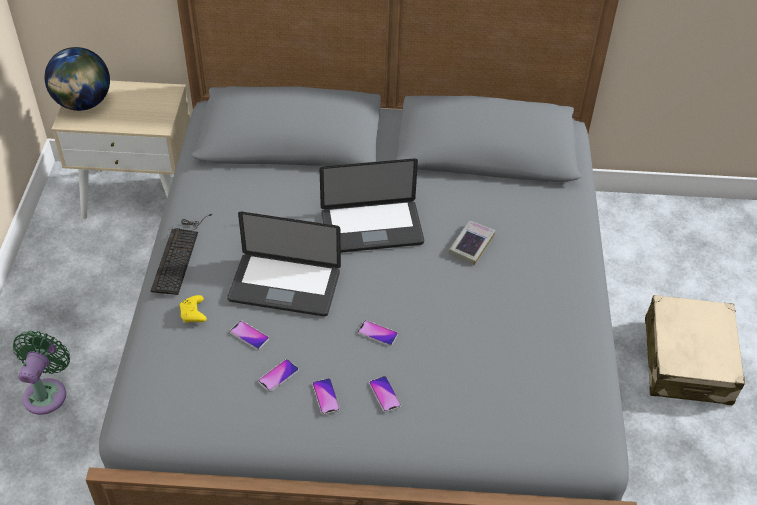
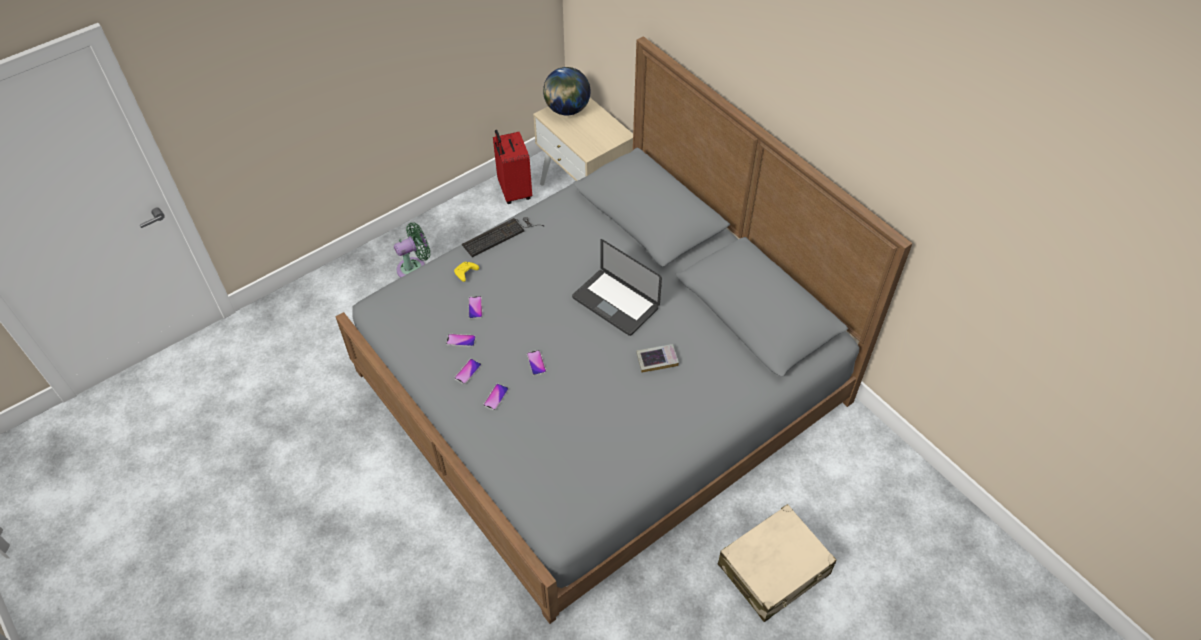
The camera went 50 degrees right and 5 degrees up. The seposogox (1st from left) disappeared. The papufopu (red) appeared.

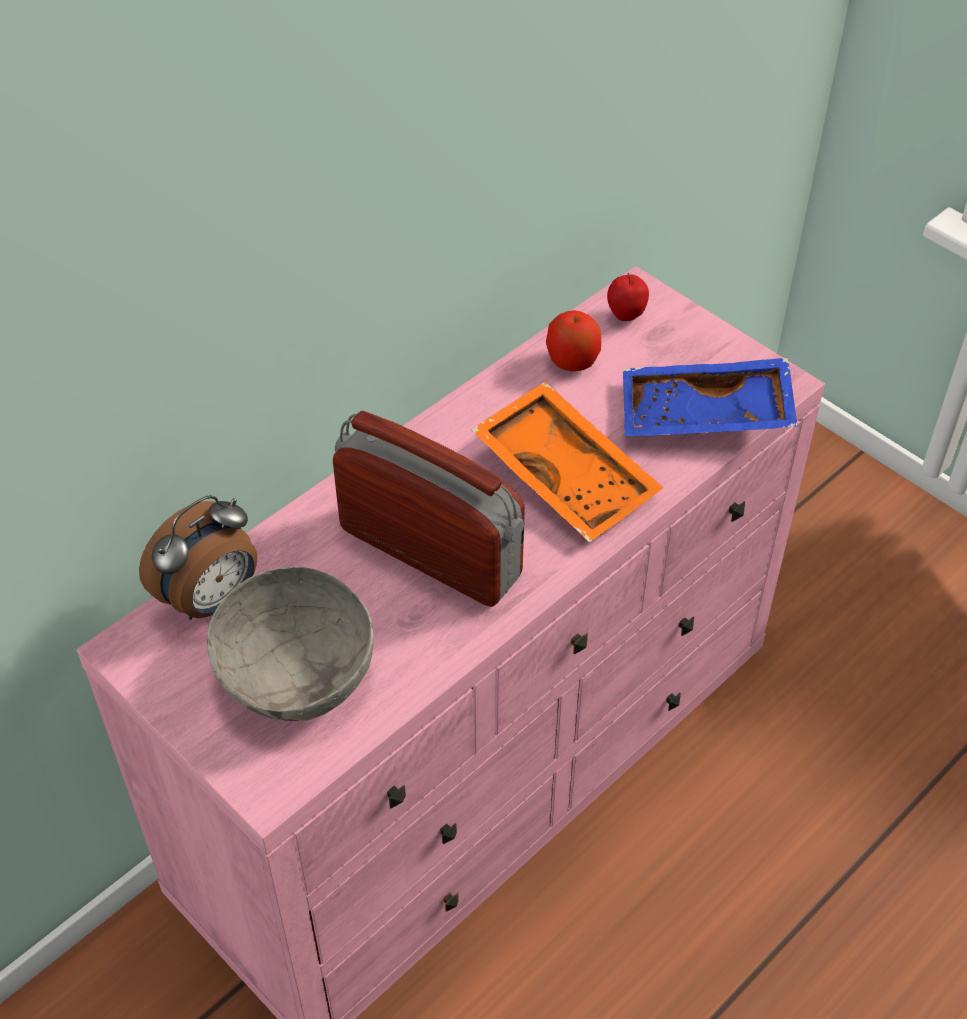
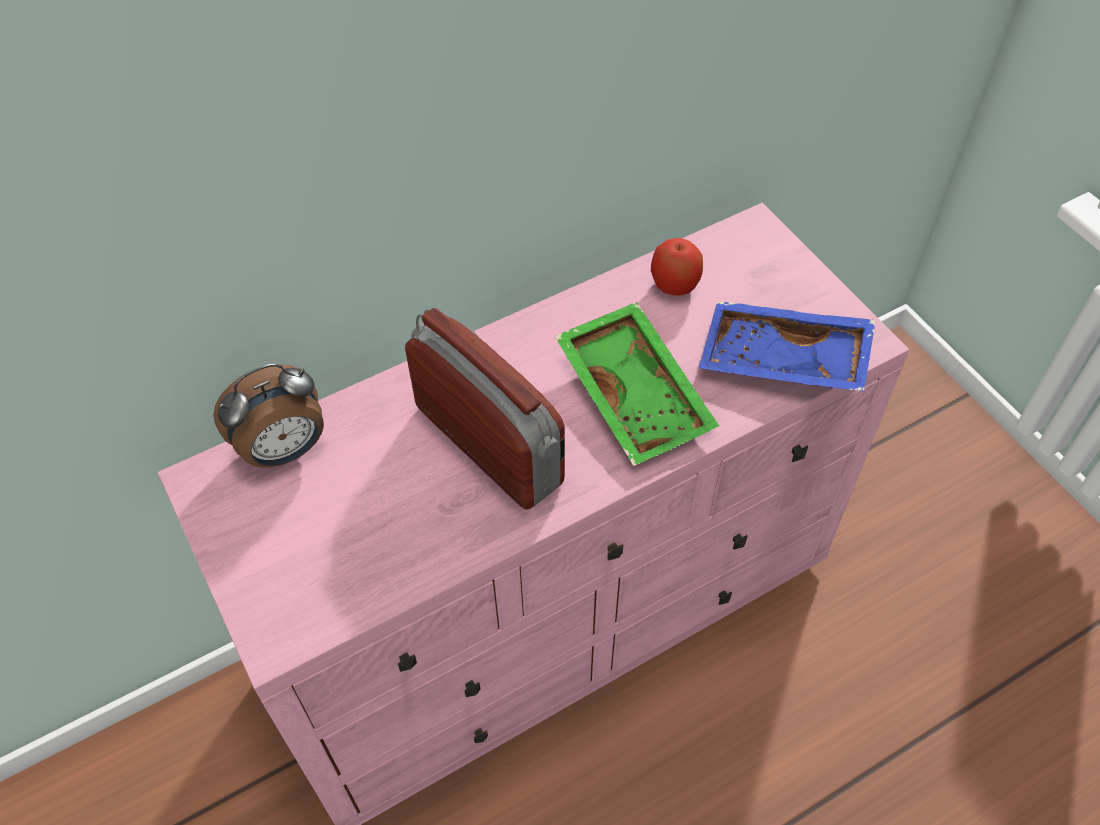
The camera went 15 degrees right and 5 degrees up. The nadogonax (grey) disappeared. The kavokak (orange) became the kavokak (green). The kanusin (2nd from left) disappeared.

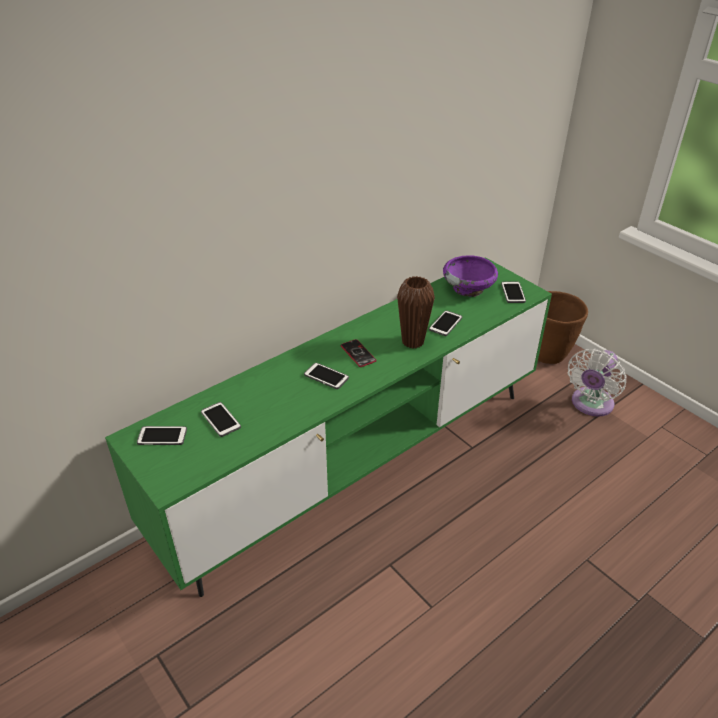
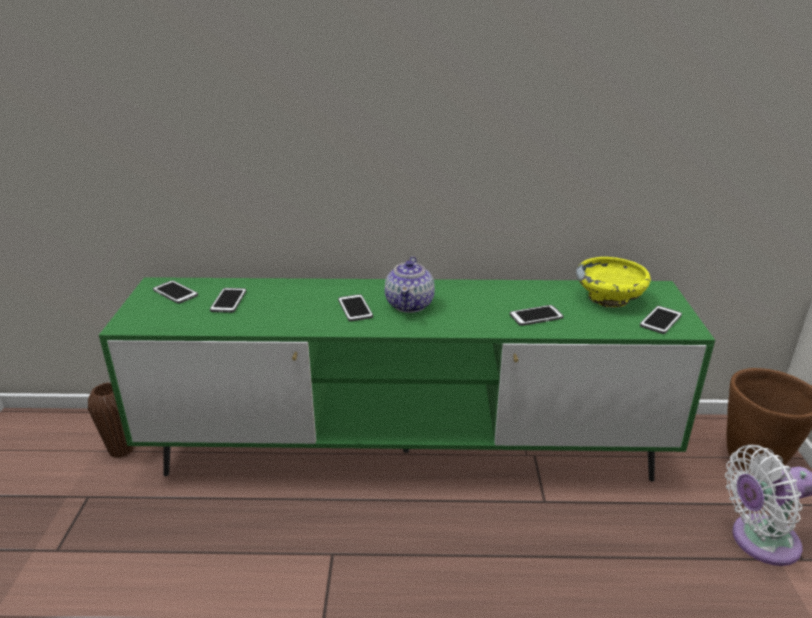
The camera went 40 degrees right and 10 degrees down. The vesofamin (4th from left) was replaced by the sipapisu. The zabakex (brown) moved. The nadogonax (purple) became the nadogonax (yellow).

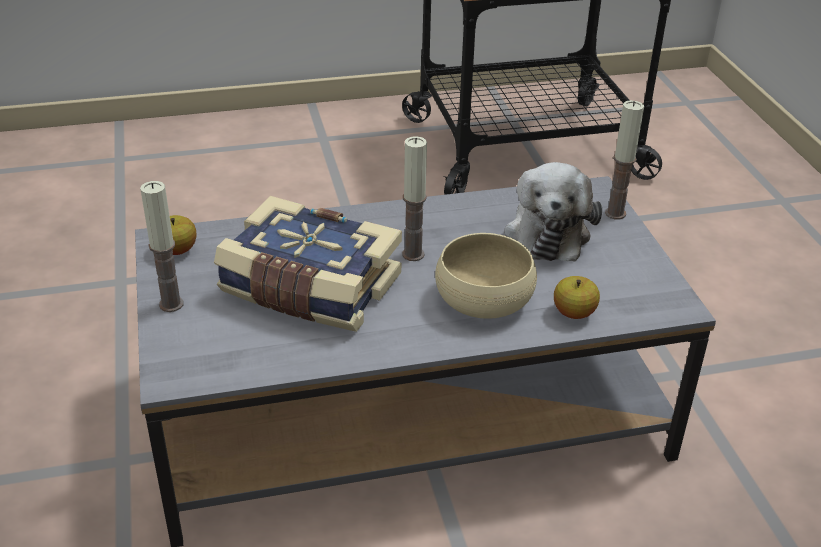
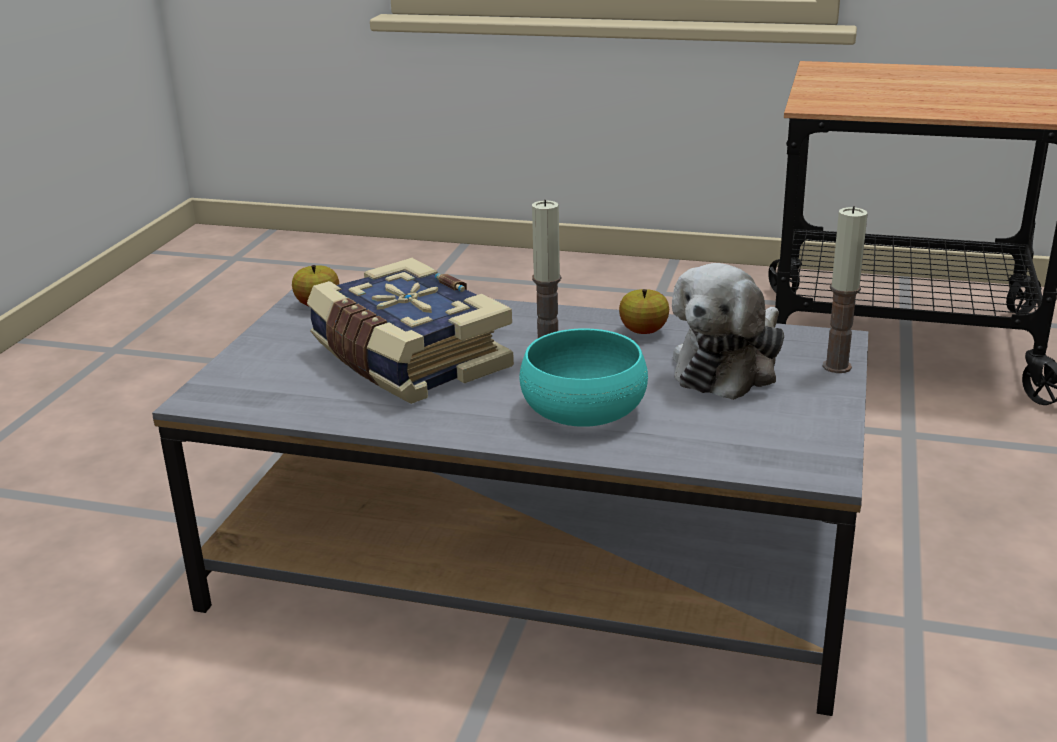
The camera went 30 degrees right and 10 degrees down. The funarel (1st from left) disappeared. The nadogonax (beige) became the nadogonax (turquoise). The kanusin (2nd from left) moved.

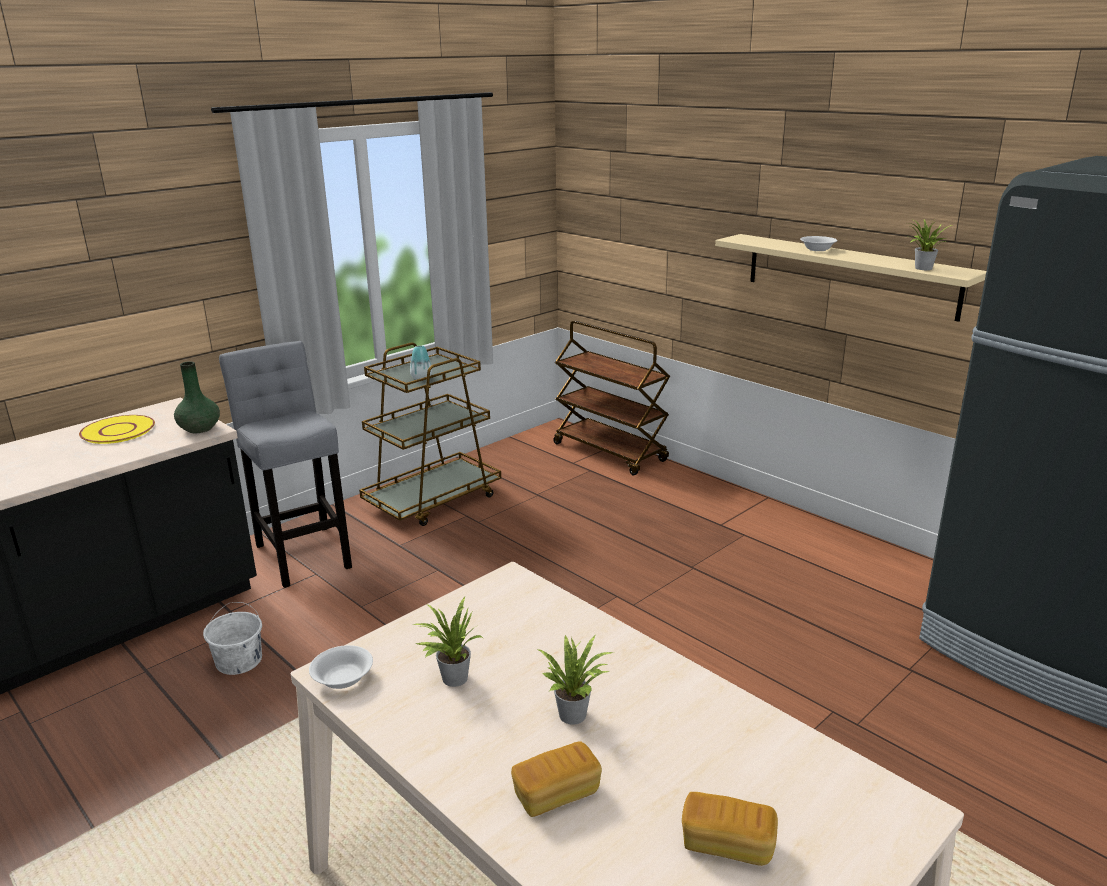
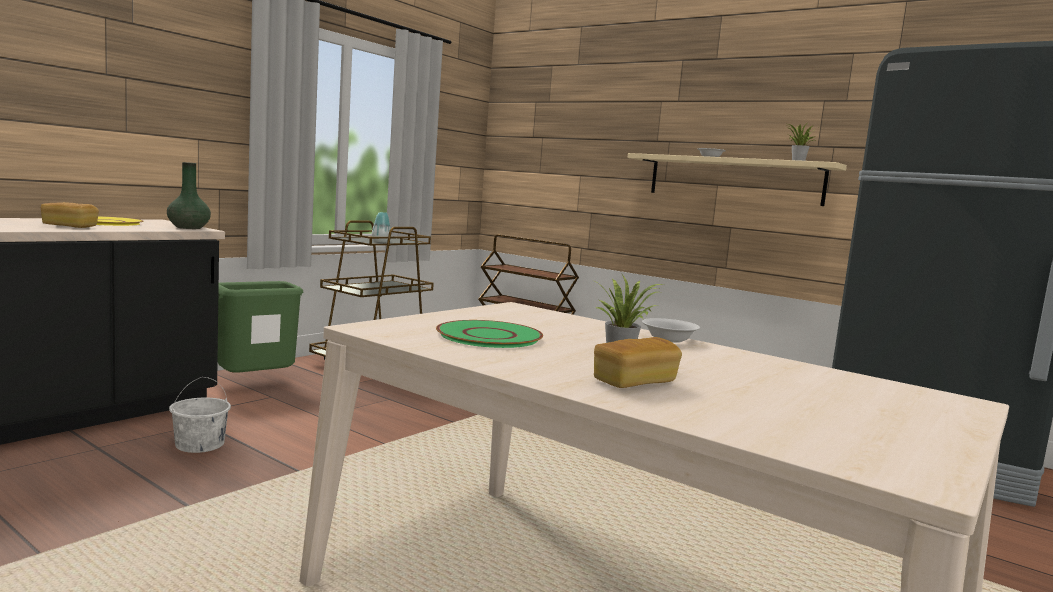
The camera went 10 degrees left and 15 degrees down. The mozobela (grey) was replaced by the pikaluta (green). The nadogonax (white) (1st from left) moved. The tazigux (1st from left) was replaced by the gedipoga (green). The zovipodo (2nd from left in the first image) moved.

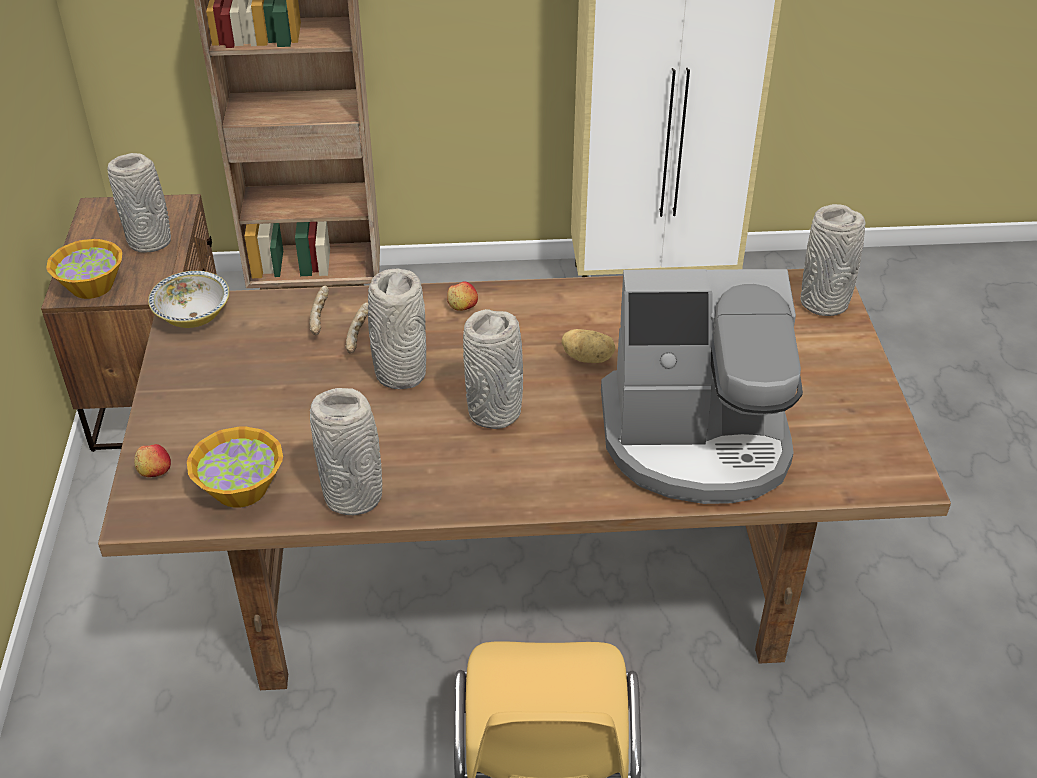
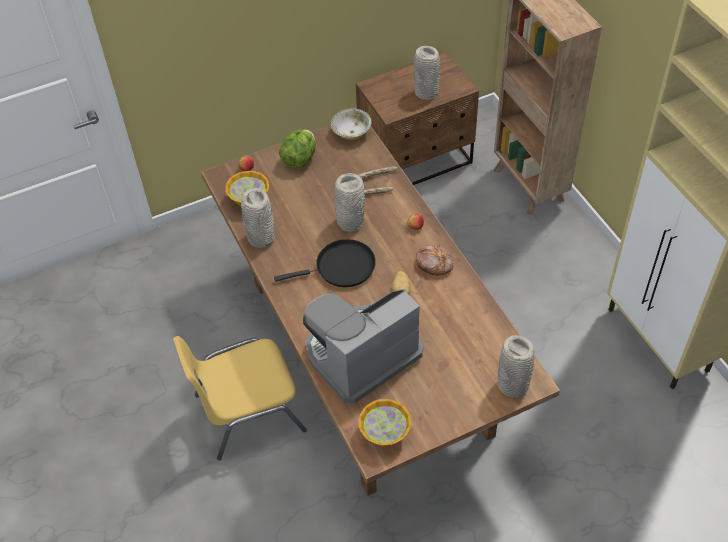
The camera went 70 degrees right and 10 degrees up. The nadogonax (1st from left in the first image) moved. The zabakex (grey) (4th from left) was replaced by the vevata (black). The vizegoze turned 75 degrees clockwise. The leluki appeared. The zovipodo (3rd from left) appeared.

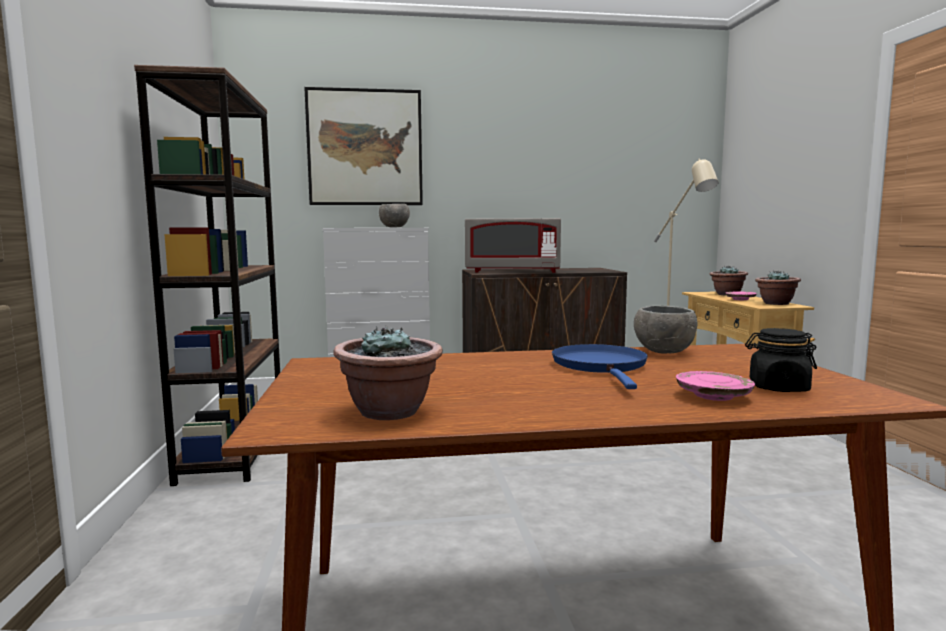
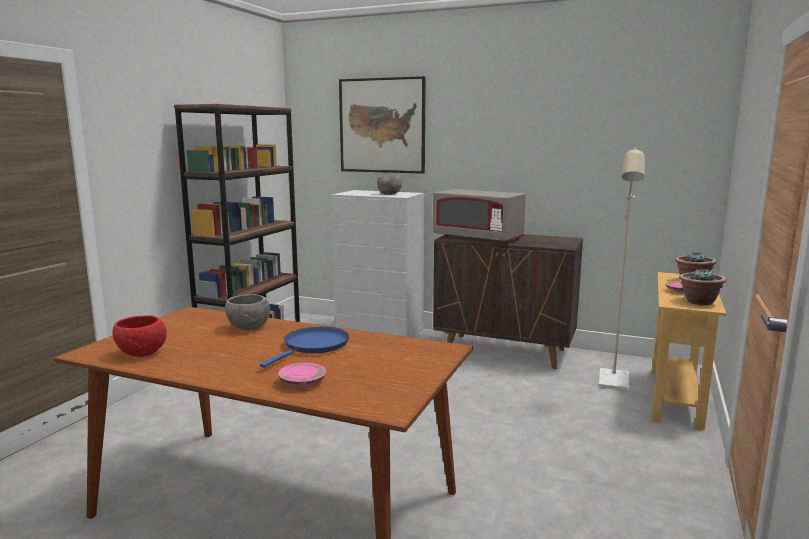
The camera went 30 degrees right and 5 degrees up. The tazigux (1st from left) was replaced by the nadogonax (red). The nadogonax (grey) (2nd from left in the first image) moved. The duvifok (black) disappeared.

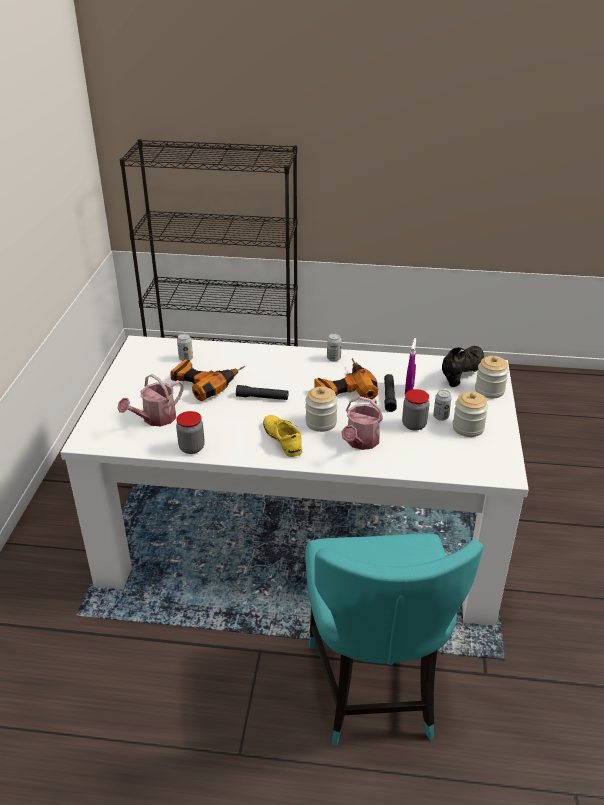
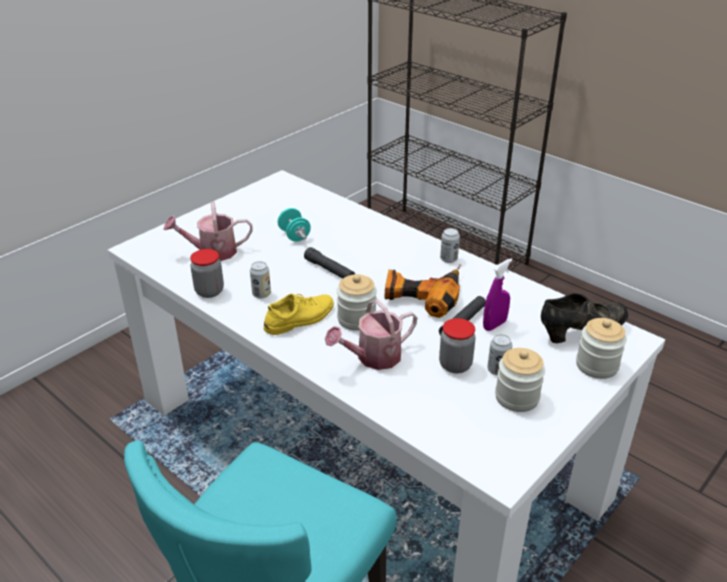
The camera went 35 degrees right and 0 degrees up. The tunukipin (1st from left) was replaced by the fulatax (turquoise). The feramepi (1st from left) moved. The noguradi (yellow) turned 45 degrees clockwise.

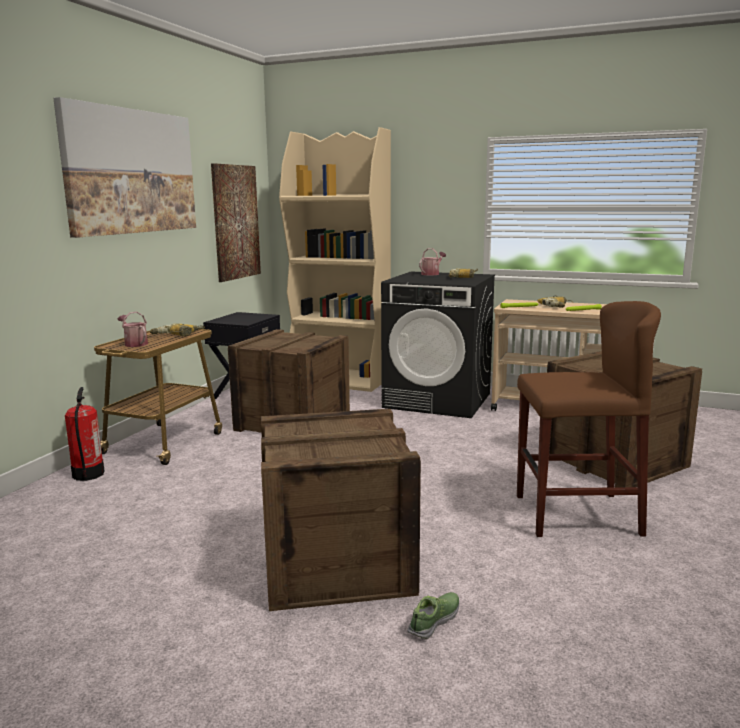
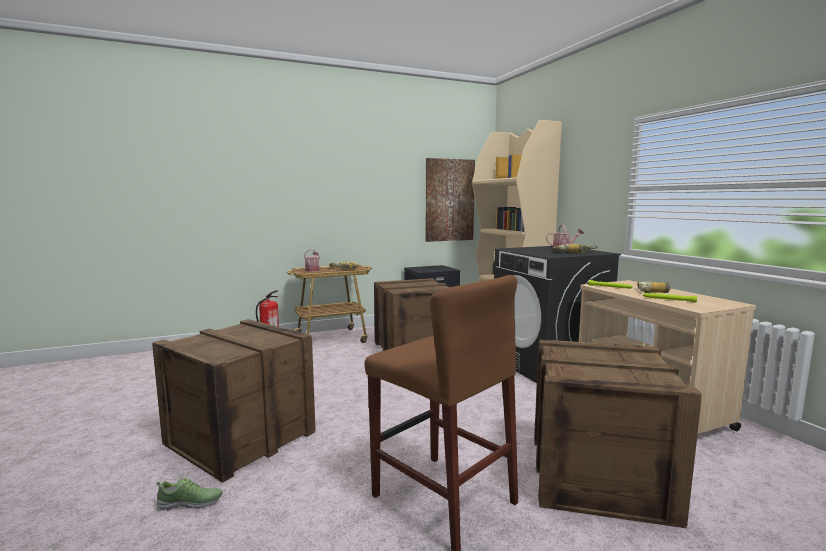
The camera went 45 degrees right and 5 degrees down. The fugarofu (1st from left) disappeared.

